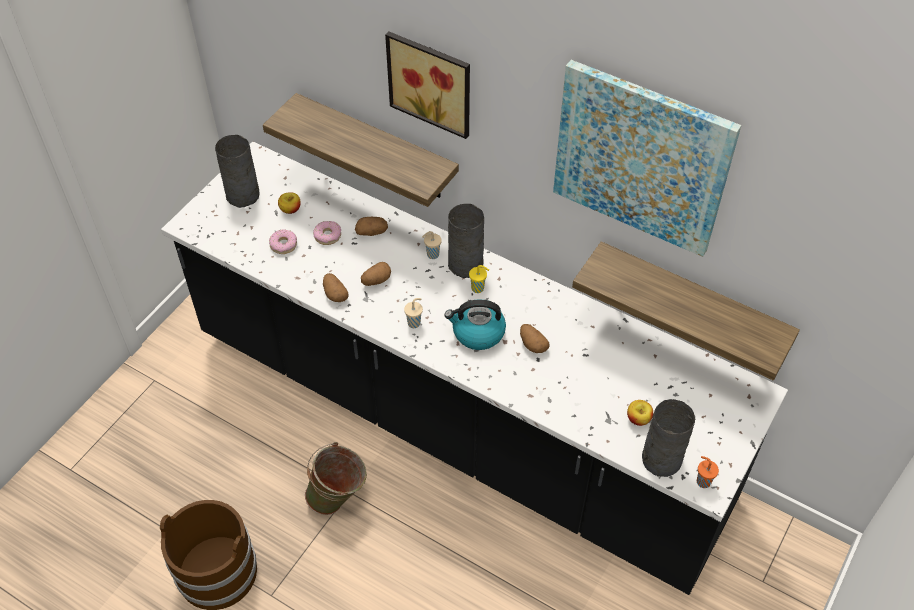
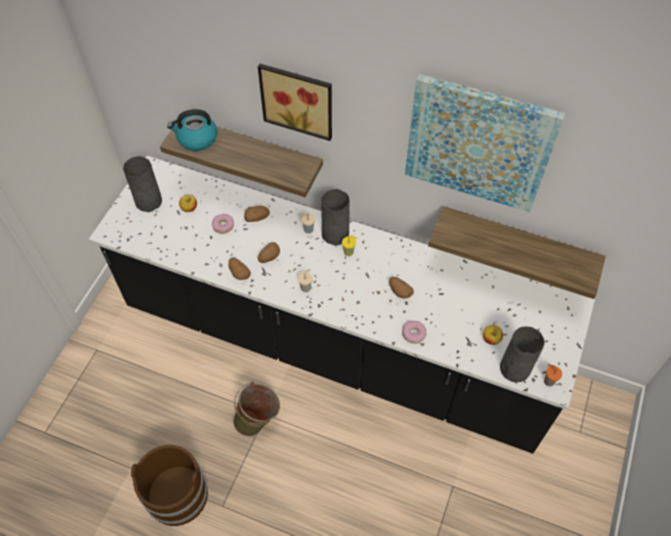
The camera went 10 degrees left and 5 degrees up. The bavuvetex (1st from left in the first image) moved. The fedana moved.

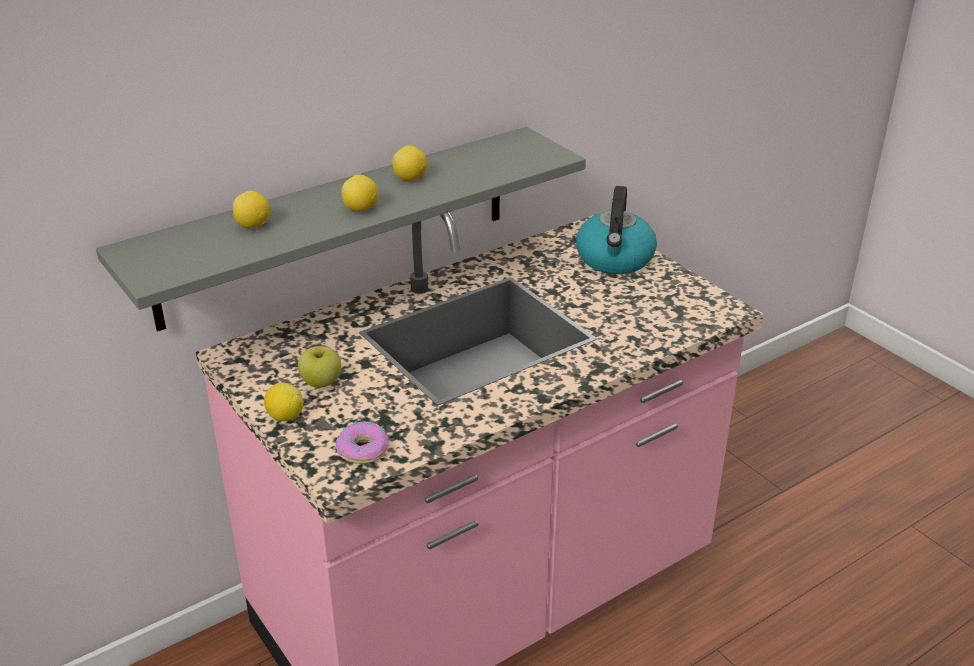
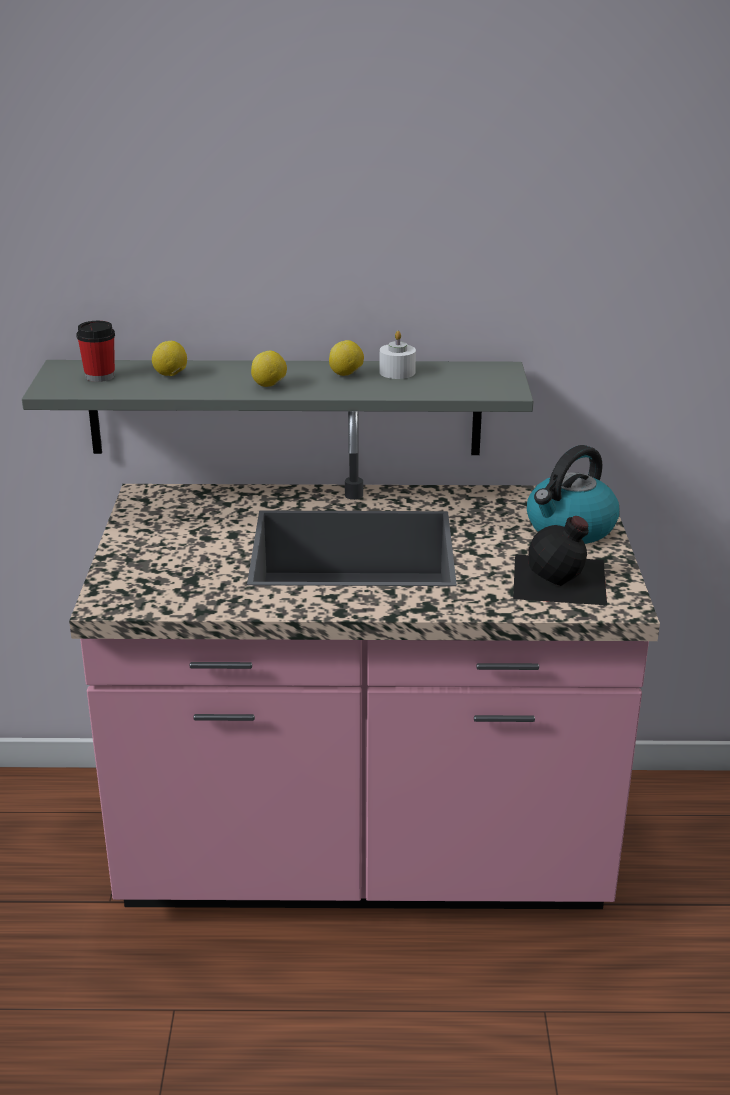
The camera went 35 degrees right and 5 degrees down. The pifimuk (2nd from left) disappeared. The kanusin disappeared. The bavuvetex disappeared. The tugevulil appeared. The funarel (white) appeared. The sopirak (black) appeared.

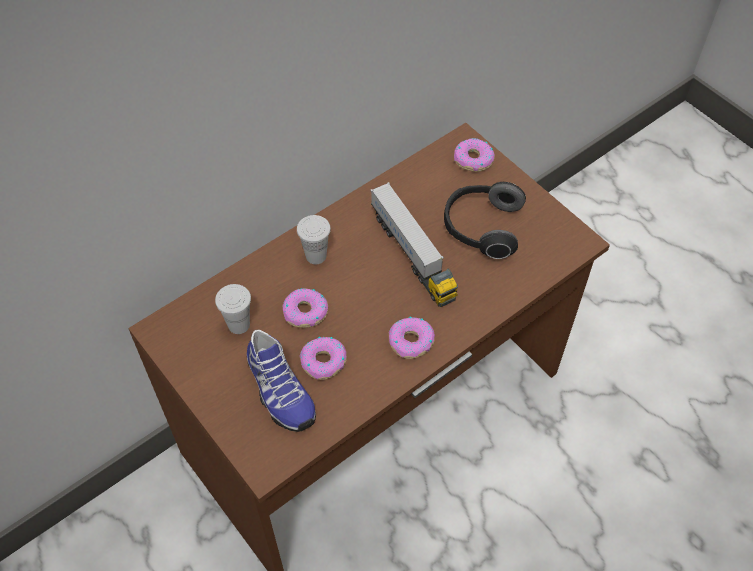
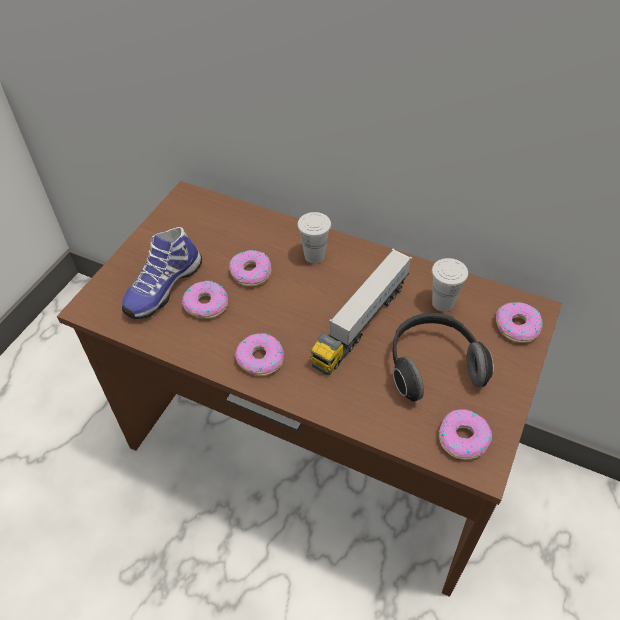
The camera went 65 degrees right and 5 degrees down. The tugevulil (white) (1st from left in the first image) moved. The bavuvetex (4th from left) appeared.

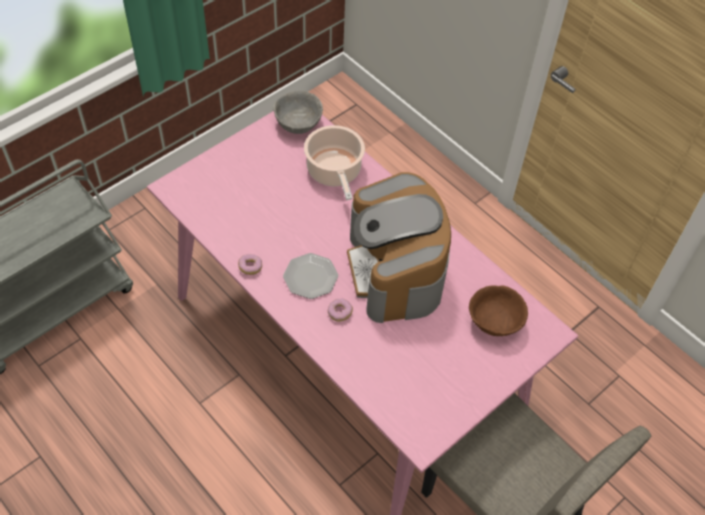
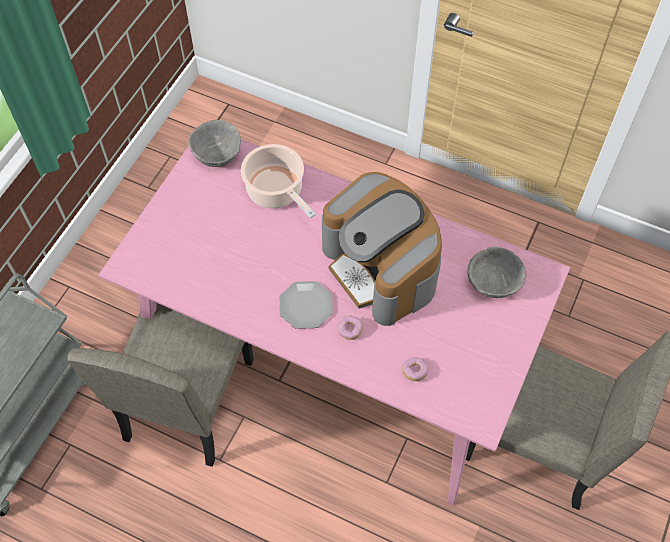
The camera went 20 degrees left and 5 degrees up. The bavuvetex (1st from left in the first image) moved. The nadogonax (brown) became the nadogonax (grey) (2nd from left). The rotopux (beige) (1st from left) appeared.

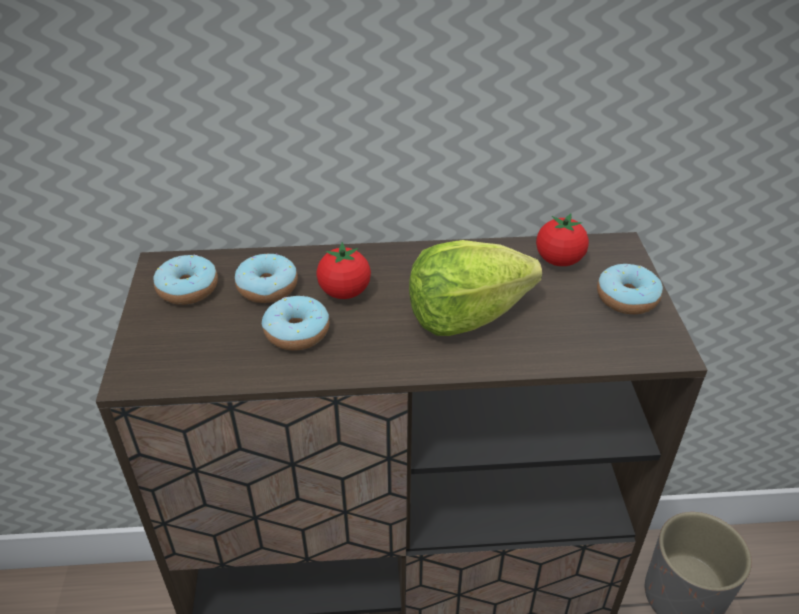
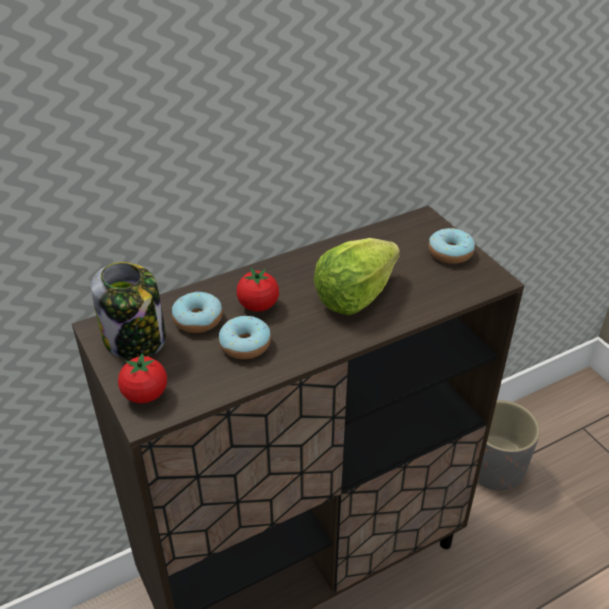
The camera went 25 degrees left and 0 degrees up. The bavuvetex (1st from left) was replaced by the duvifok. The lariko (2nd from left in the first image) moved.

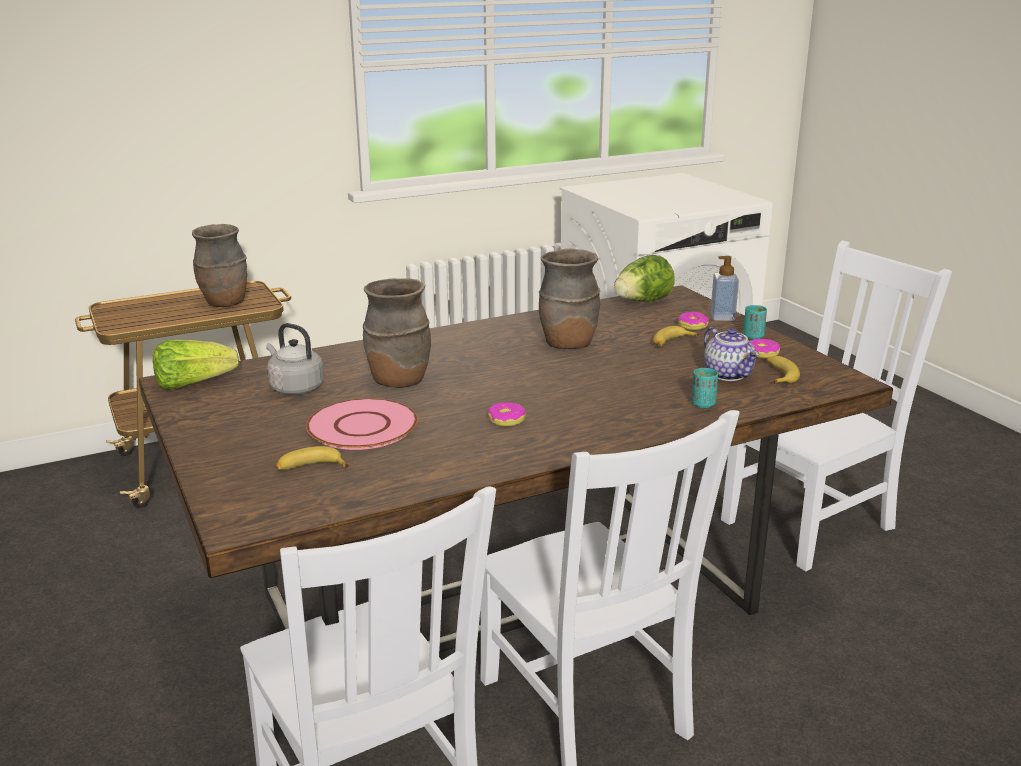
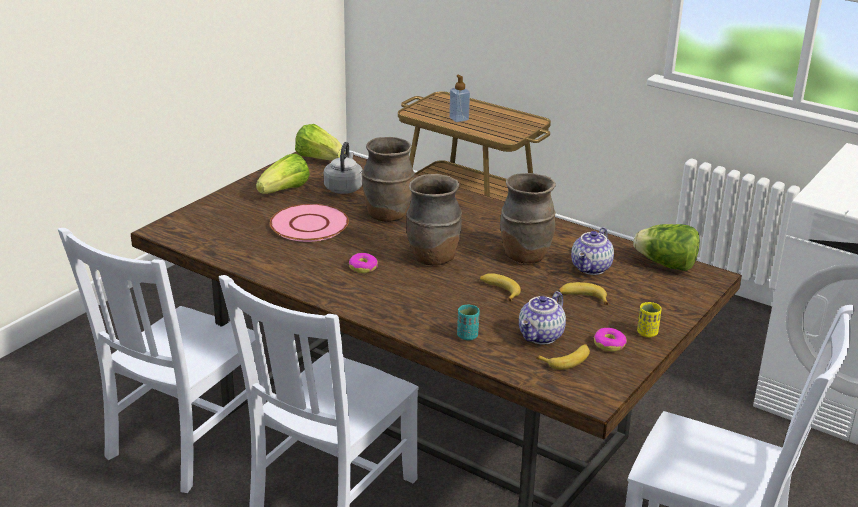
The camera went 60 degrees right and 5 degrees up. The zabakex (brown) (1st from left in the first image) moved. The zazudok (1st from left) moved. The bavuvetex (2nd from left) disappeared. The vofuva moved. The tugevulil (turquoise) (2nd from left) became the tugevulil (yellow). The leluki (1st from left) appeared. The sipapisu (2nd from left) appeared.

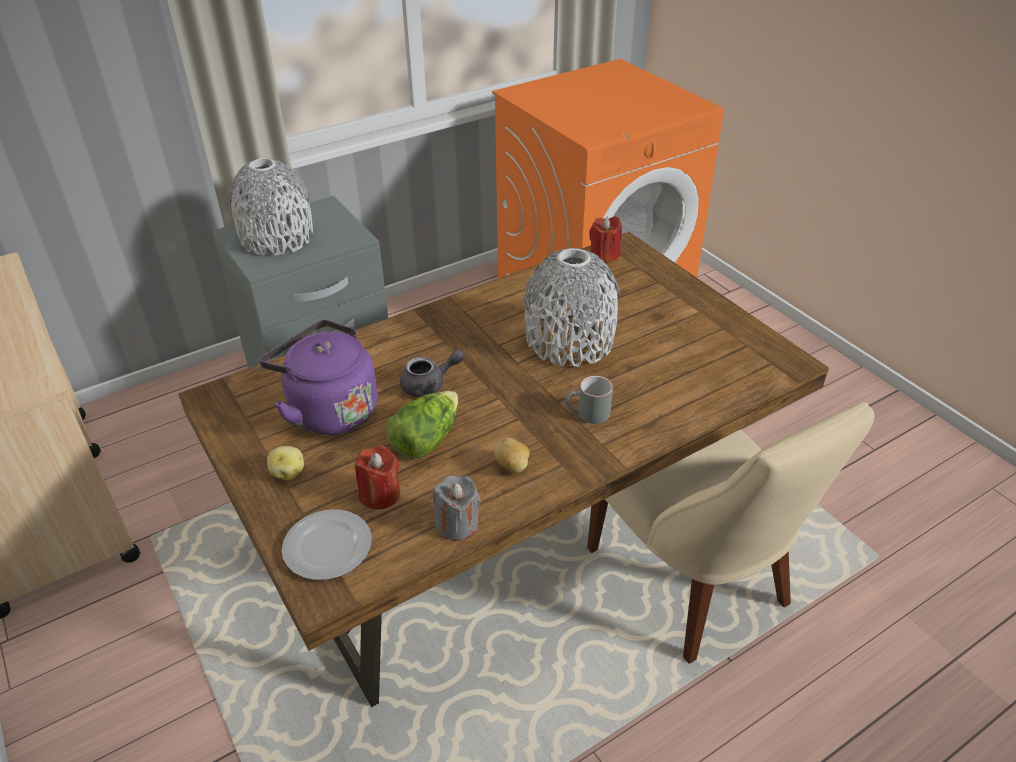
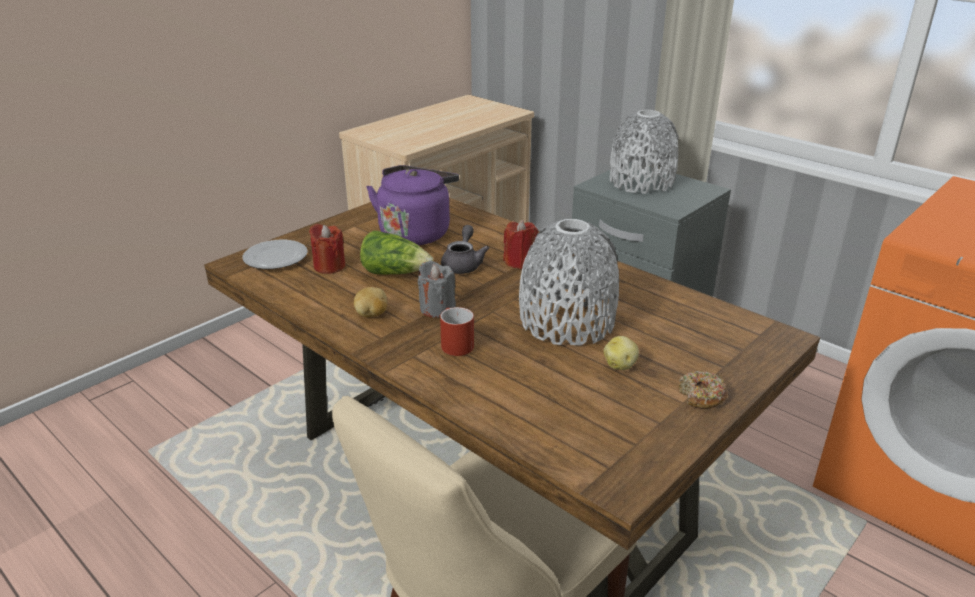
The camera went 75 degrees right and 10 degrees down. The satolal (1st from left in the first image) moved. The sipapisu (grey) turned 135 degrees counterclockwise. The funarel (grey) moved. The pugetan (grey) became the pugetan (red). The funarel (red) (2nd from left) moved. The bavuvetex appeared.

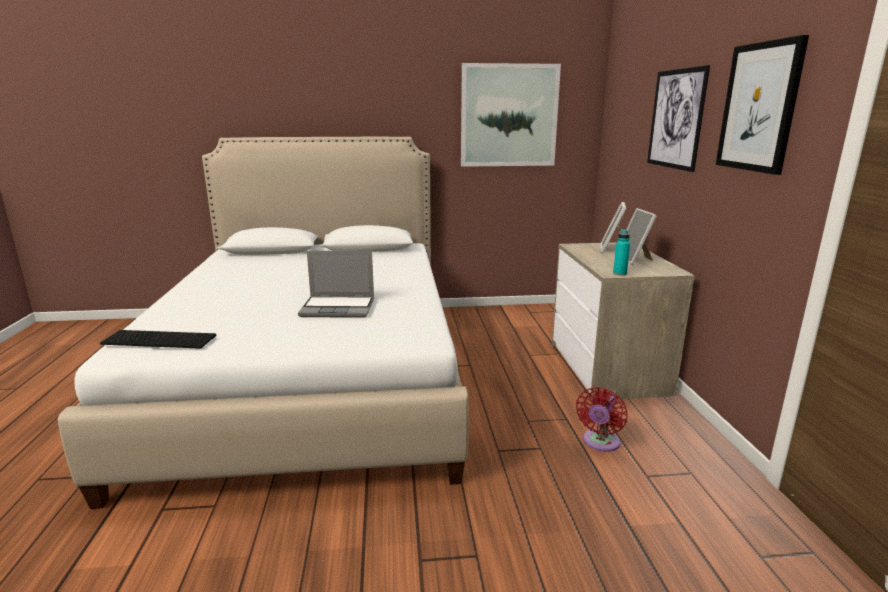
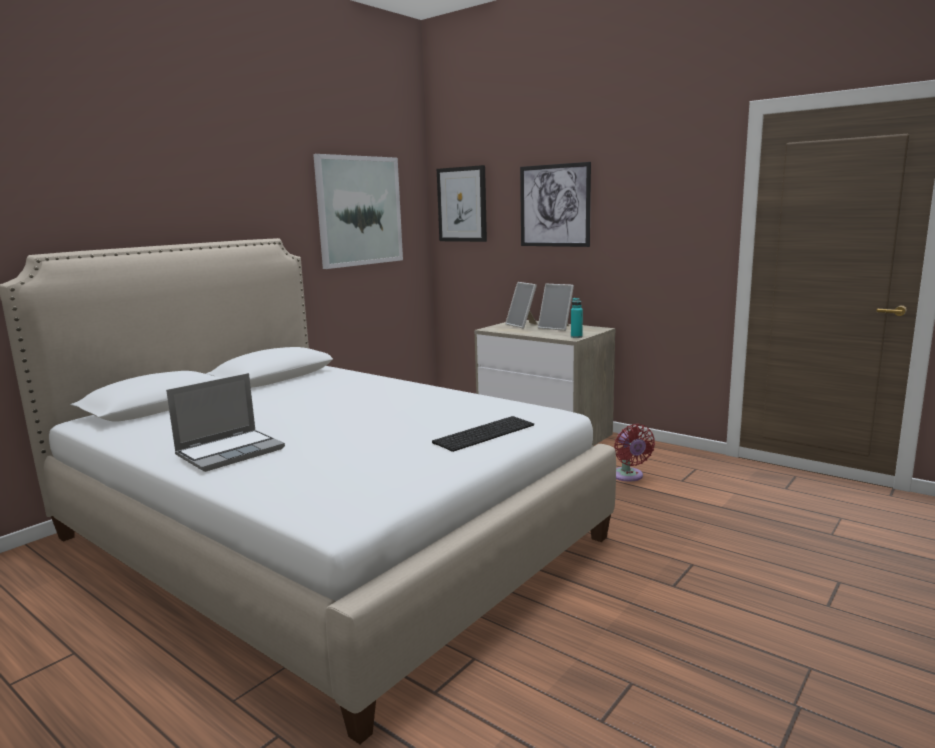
The camera went 45 degrees left and 5 degrees down. The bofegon moved. The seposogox moved. The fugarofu (3rd from left in the first image) moved.

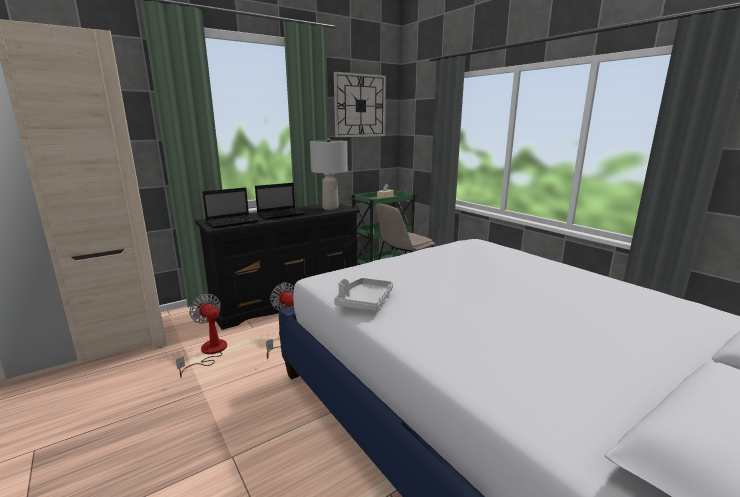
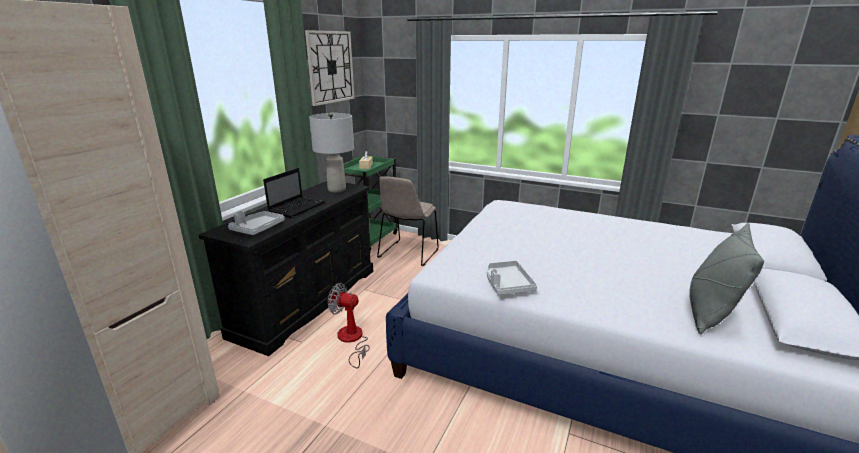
The camera went 30 degrees left and 5 degrees up. The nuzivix (1st from left) disappeared. The seposogox (1st from left) was replaced by the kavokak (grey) (1st from left). The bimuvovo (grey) appeared.

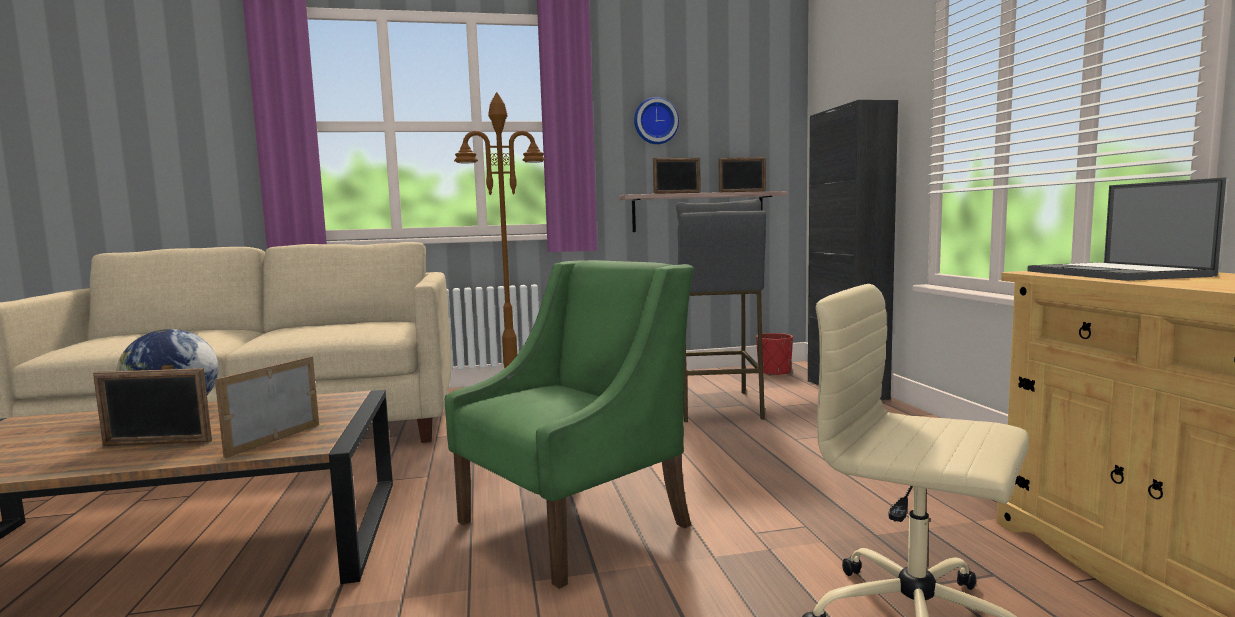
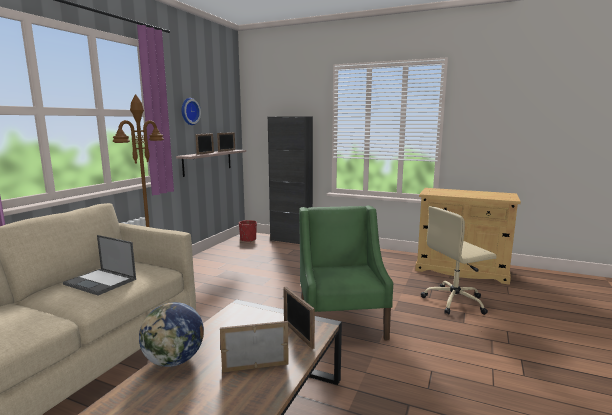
The camera went 55 degrees left and 5 degrees up. The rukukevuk (1st from left in the first image) turned 135 degrees counterclockwise. The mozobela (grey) disappeared. The seposogox moved.

